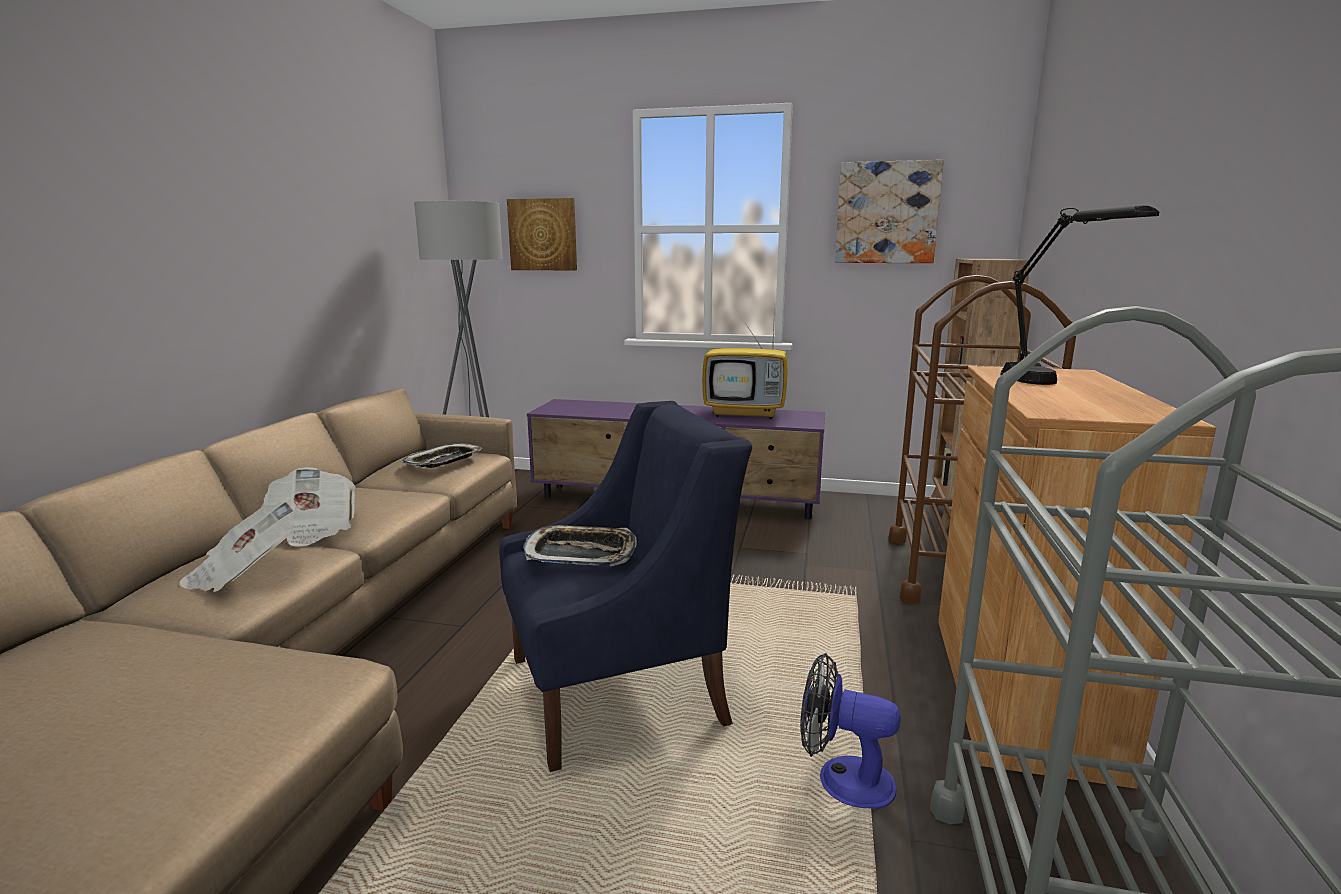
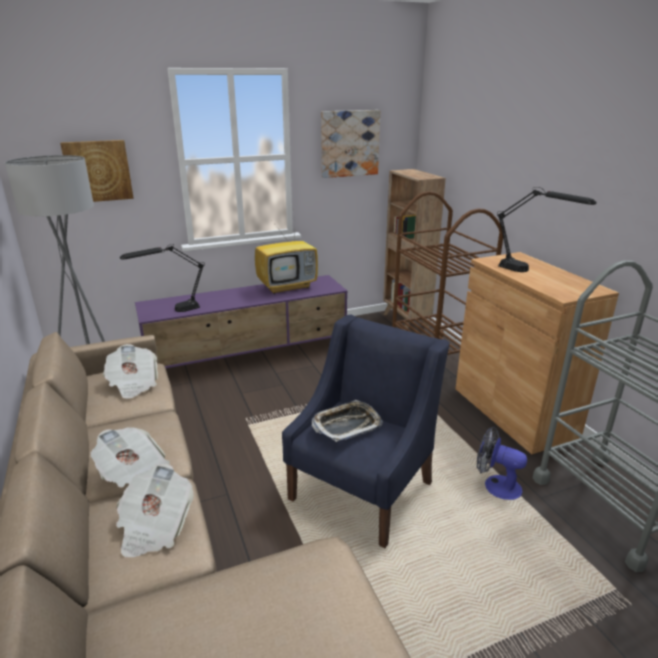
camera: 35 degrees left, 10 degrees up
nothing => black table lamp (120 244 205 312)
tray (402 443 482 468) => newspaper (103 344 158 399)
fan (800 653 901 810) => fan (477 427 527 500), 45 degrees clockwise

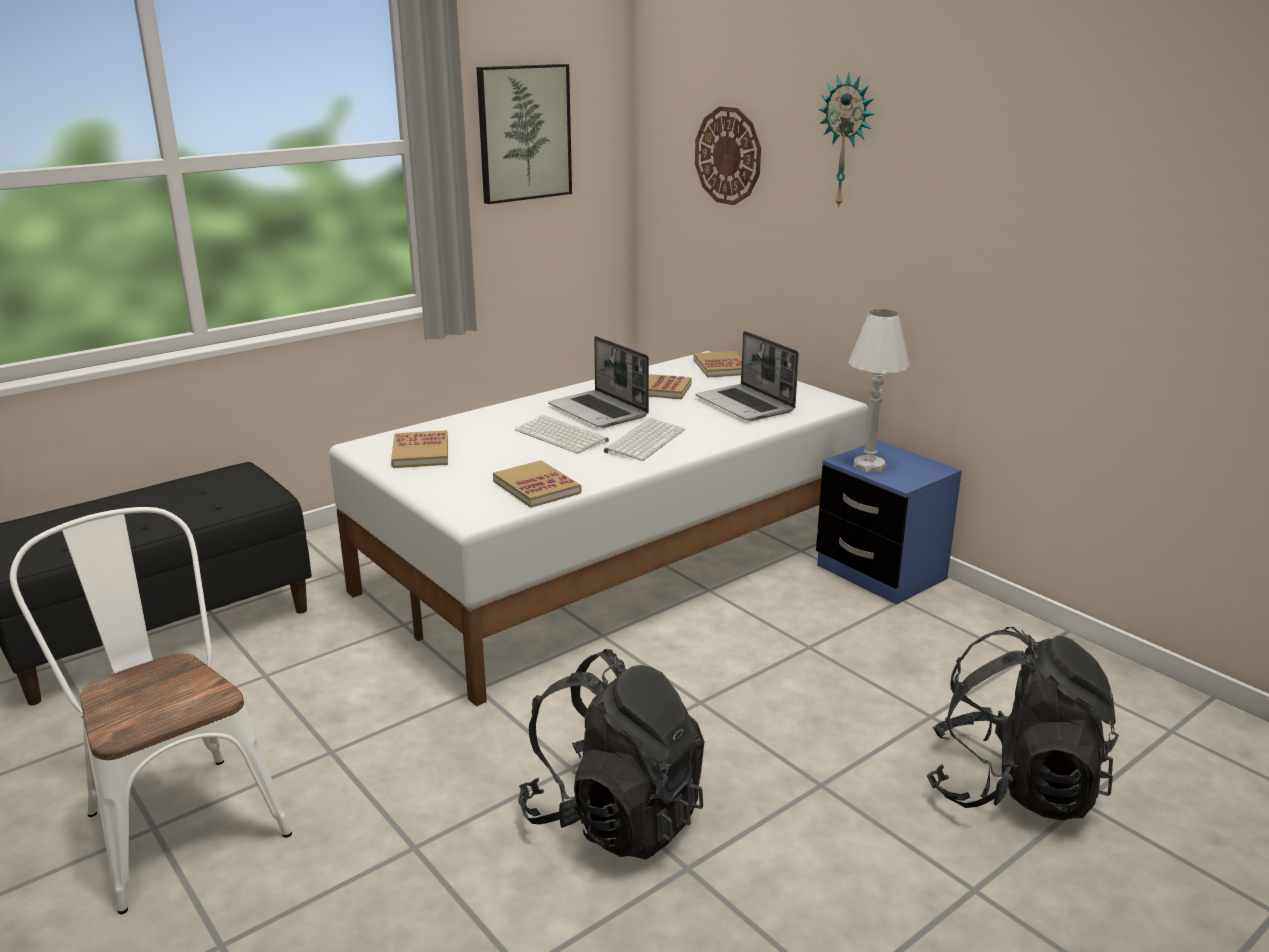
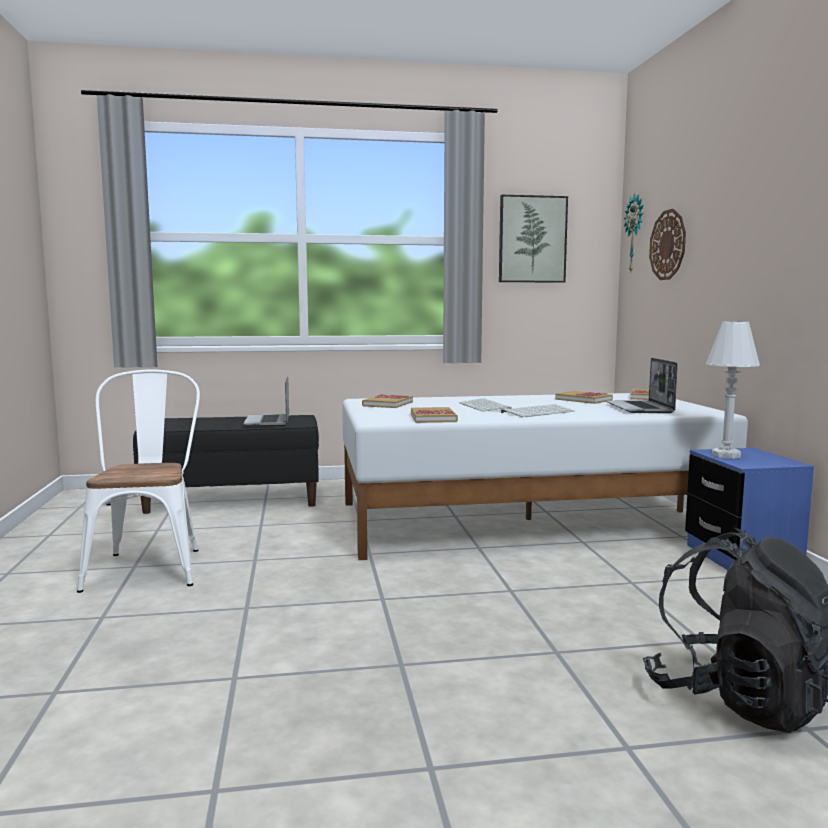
camera: 30 degrees right, 15 degrees down
black backpack (518 649 704 859) => nothing
laptop (548 336 649 428) => laptop (243 376 289 427), move
wall clock (818 73 875 209) => wall clock (624 194 644 272), move

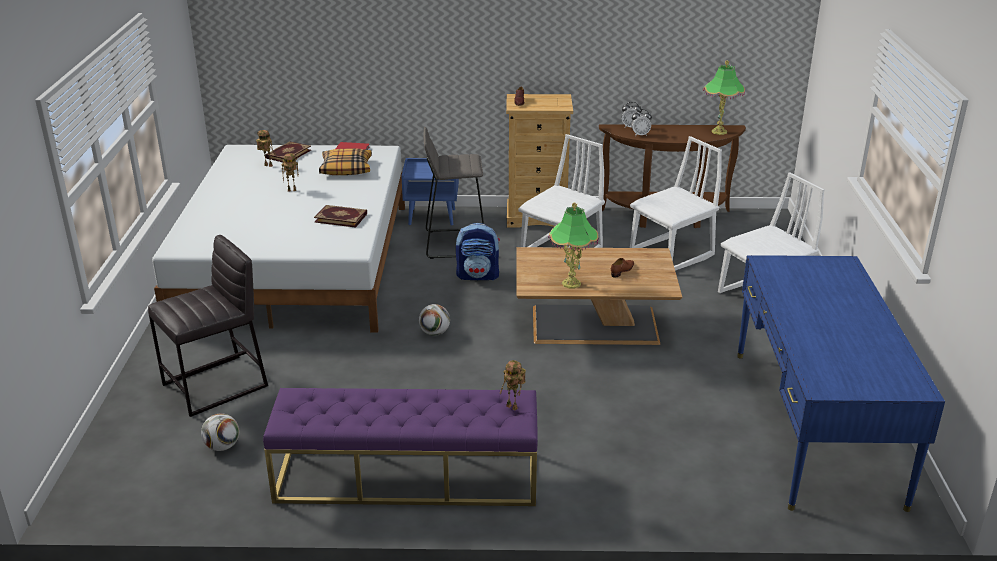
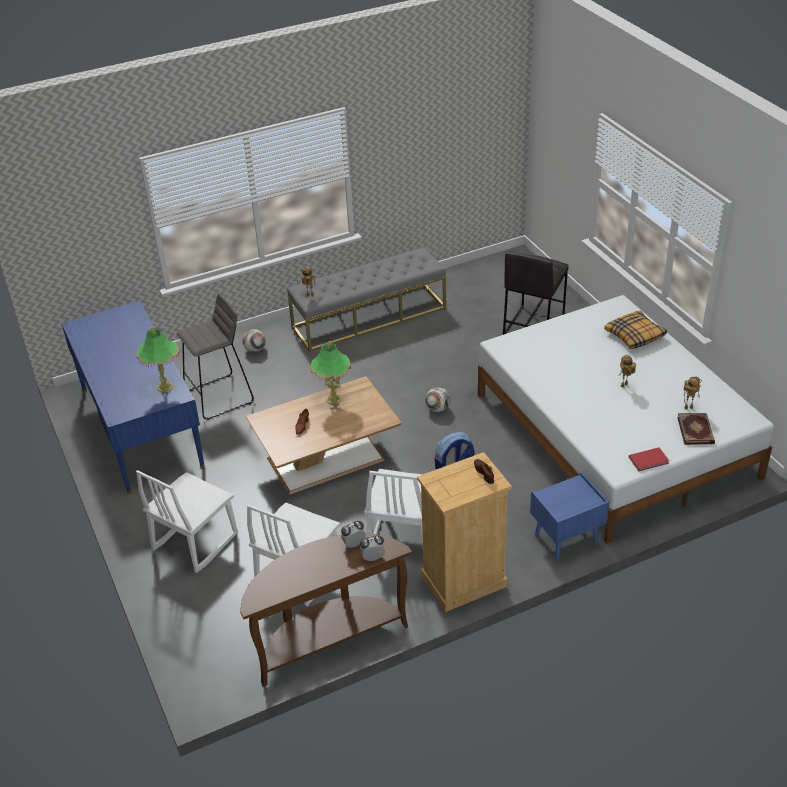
camera: 155 degrees right, 10 degrees up
book (314 205 367 228) => nothing
football (201 413 239 451) => football (243 329 266 352), move
pillow (319 149 372 175) => pillow (604 311 667 349), move
grey stool (423 127 484 259) => grey stool (177 293 254 420), move
table lamp (703 60 745 135) => table lamp (137 327 179 393), move
purple bench (263 388 538 506) => grey bench (287 247 446 352)

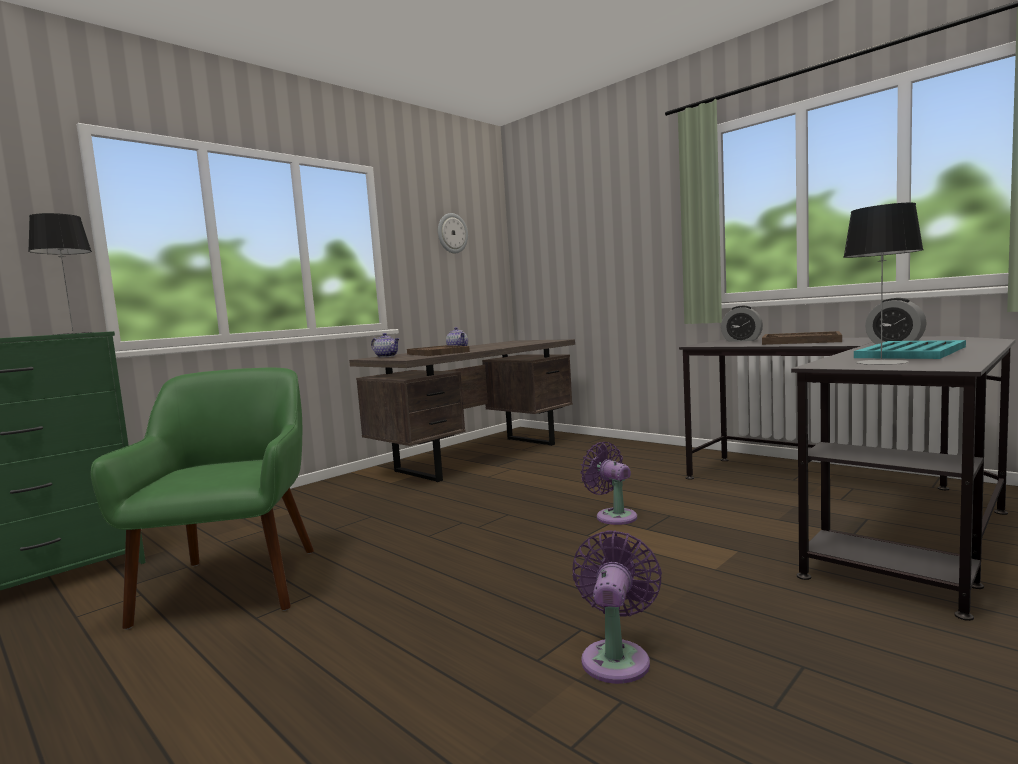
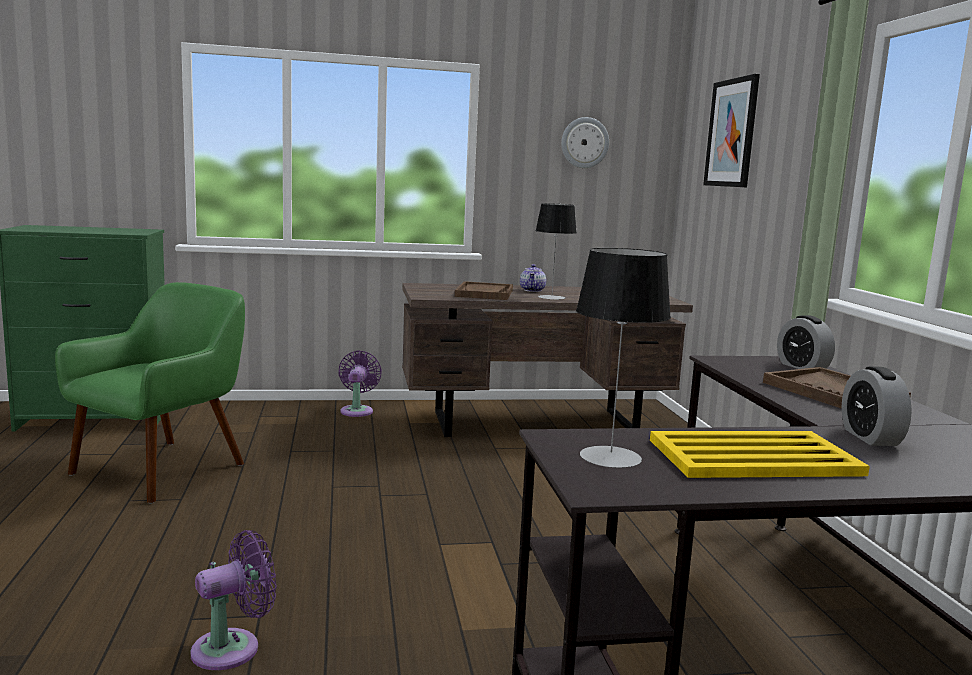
camera: 35 degrees right, 5 degrees up
teapot (371 333 400 357) => nothing
nothing => picture (703 74 760 187)
table lamp (28 213 92 335) => table lamp (536 203 577 300), move
purple fan (580 442 637 525) => purple fan (339 350 382 417), move
turquoise tray (854 340 966 359) => yellow tray (650 431 870 478)

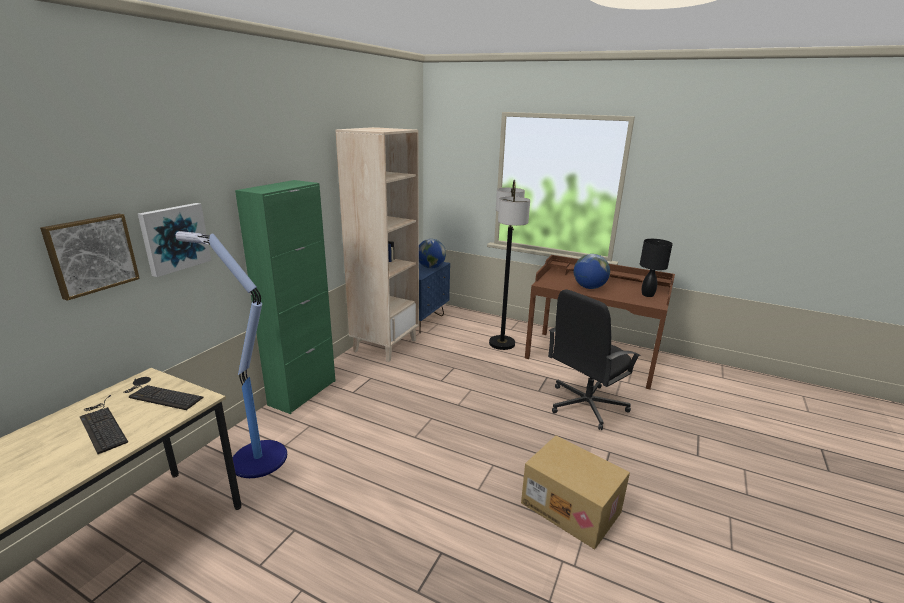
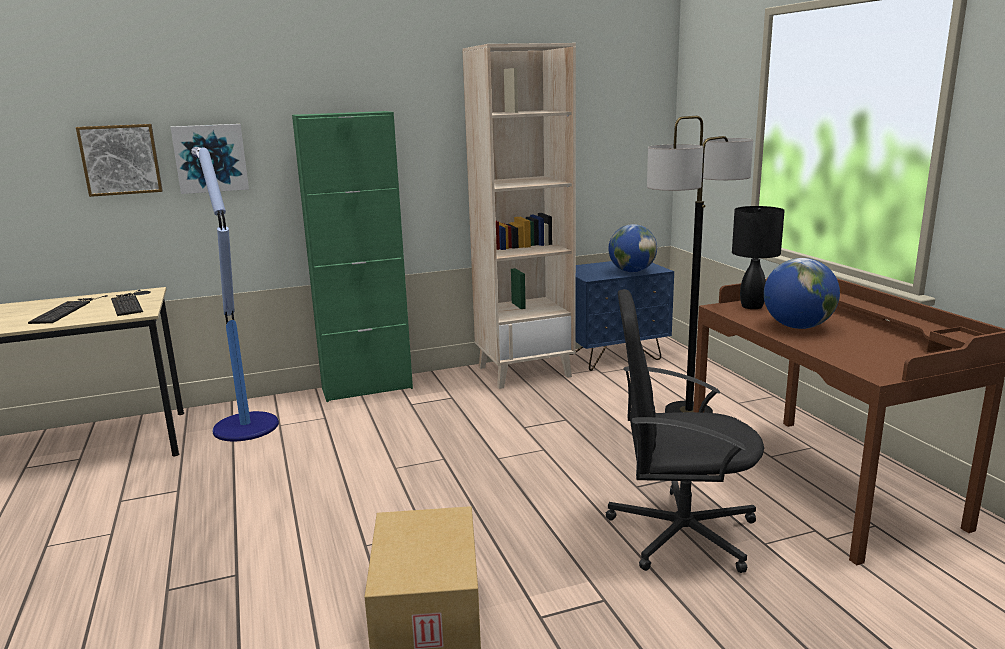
camera: 45 degrees right, 5 degrees down
black table lamp (640 239 673 297) => black table lamp (732 206 785 309), move

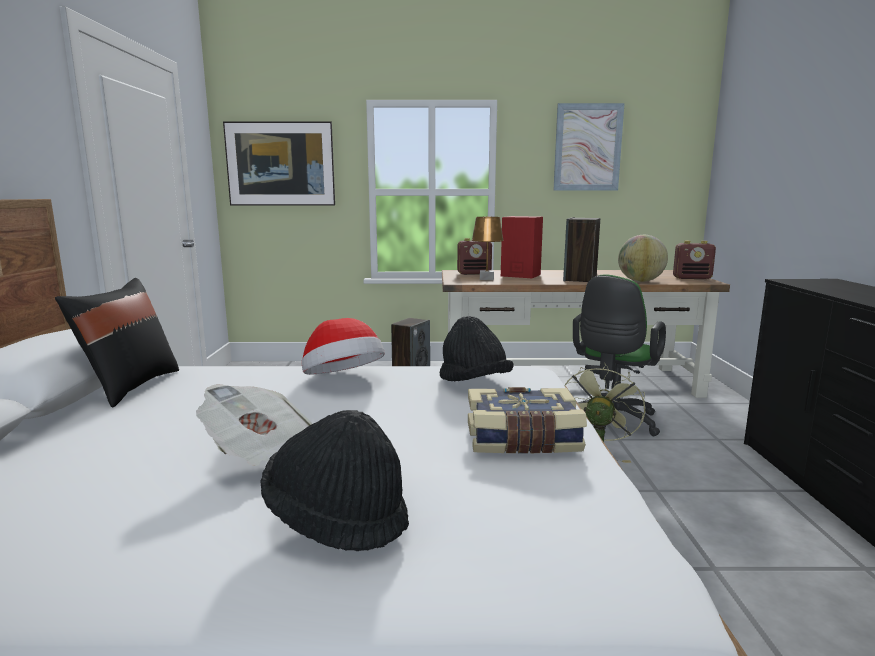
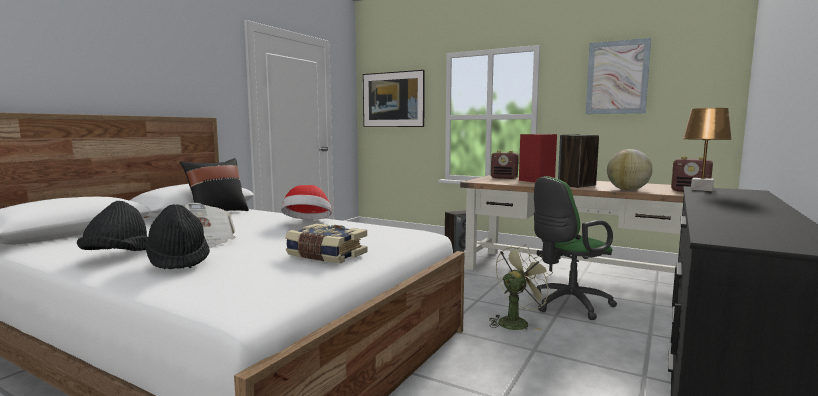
camera: 30 degrees right, 5 degrees down
black hat (440 316 514 381) => black hat (77 201 148 251), move
brown table lamp (472 217 504 280) => brown table lamp (683 108 732 191), move

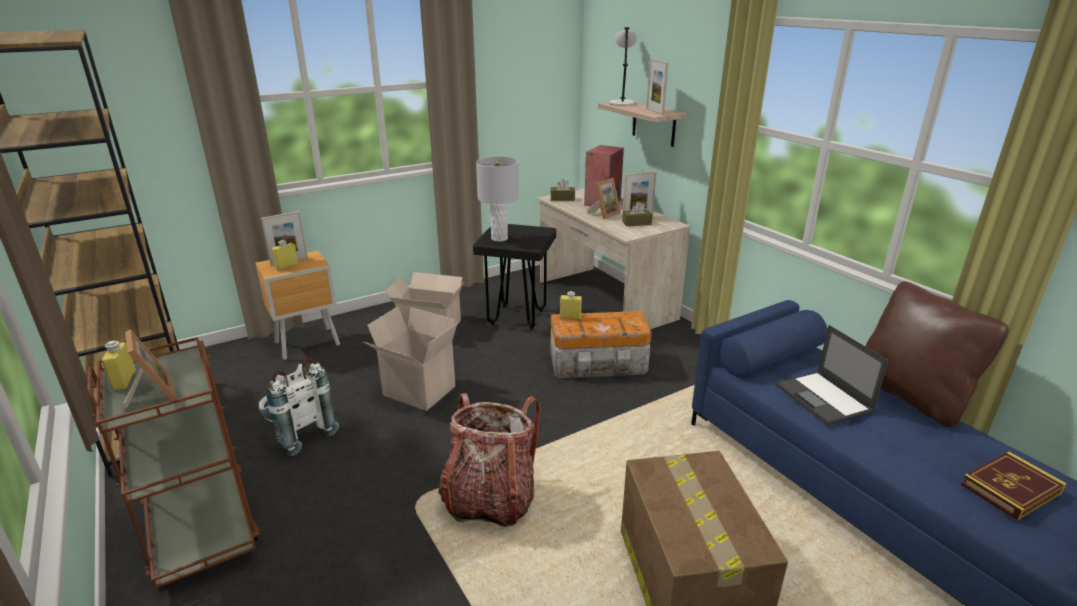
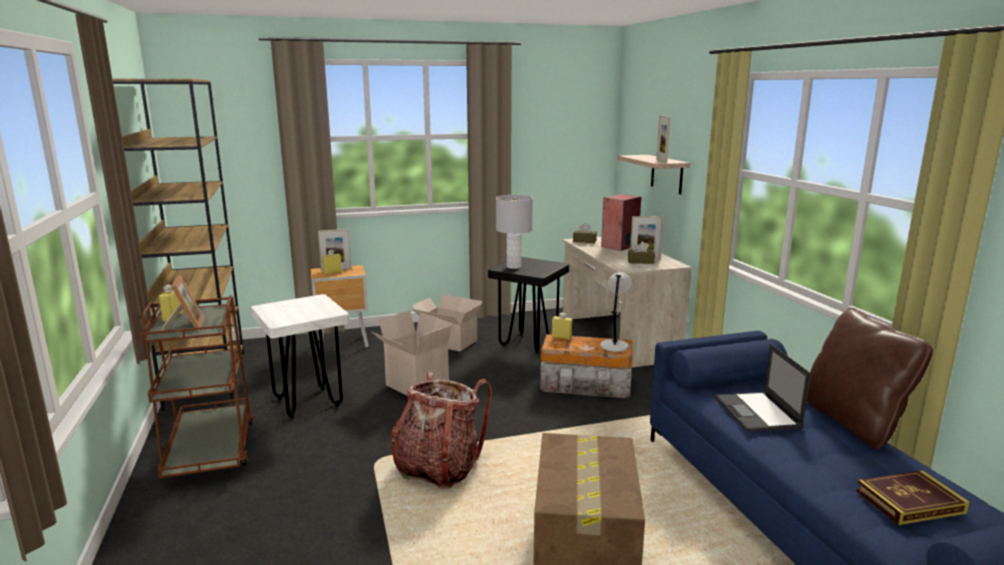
camera: 15 degrees right, 10 degrees down
picture frame (587 178 621 219) => nothing
grey table lamp (609 27 637 106) => grey table lamp (600 272 632 352), move
white backpack (258 358 339 456) => white stool (251 294 349 418)

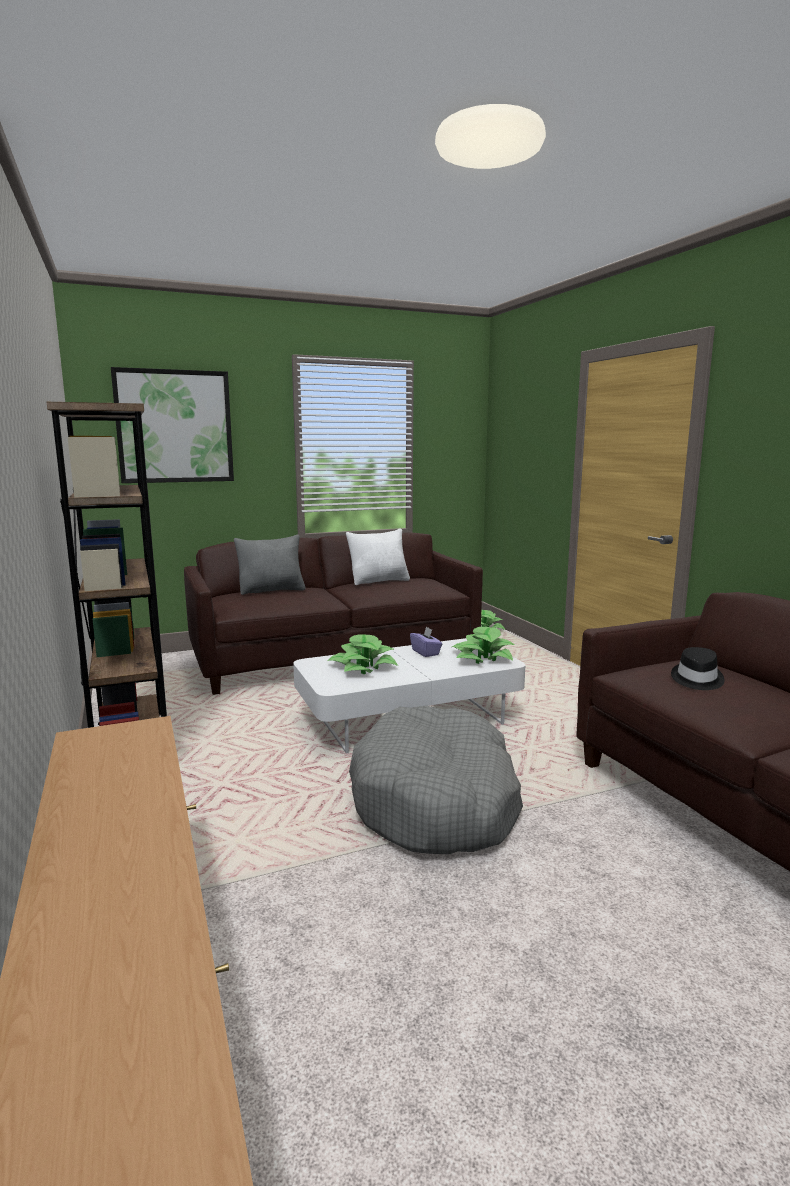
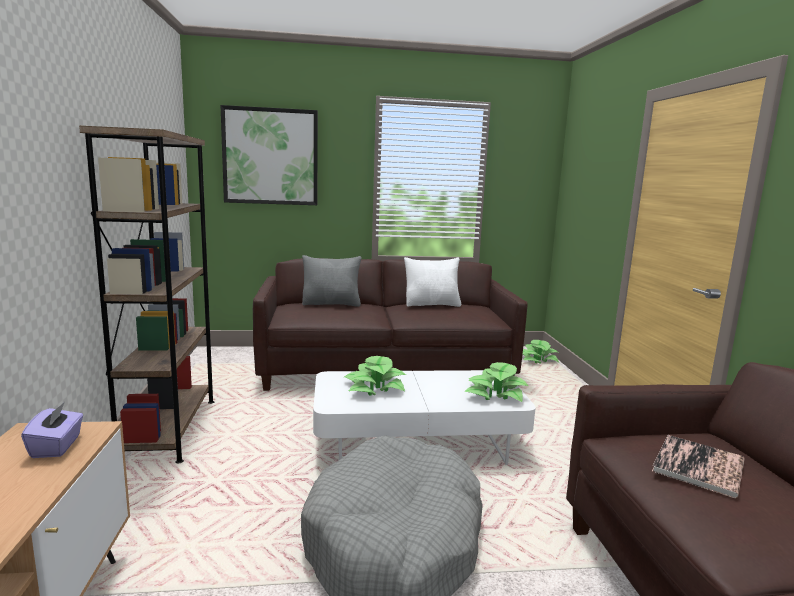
camera: 15 degrees right, 0 degrees up
purple tissue box (410 626 442 657) => purple tissue box (21 402 83 458), move
black hat (671 647 724 690) => book (652 435 745 498)

